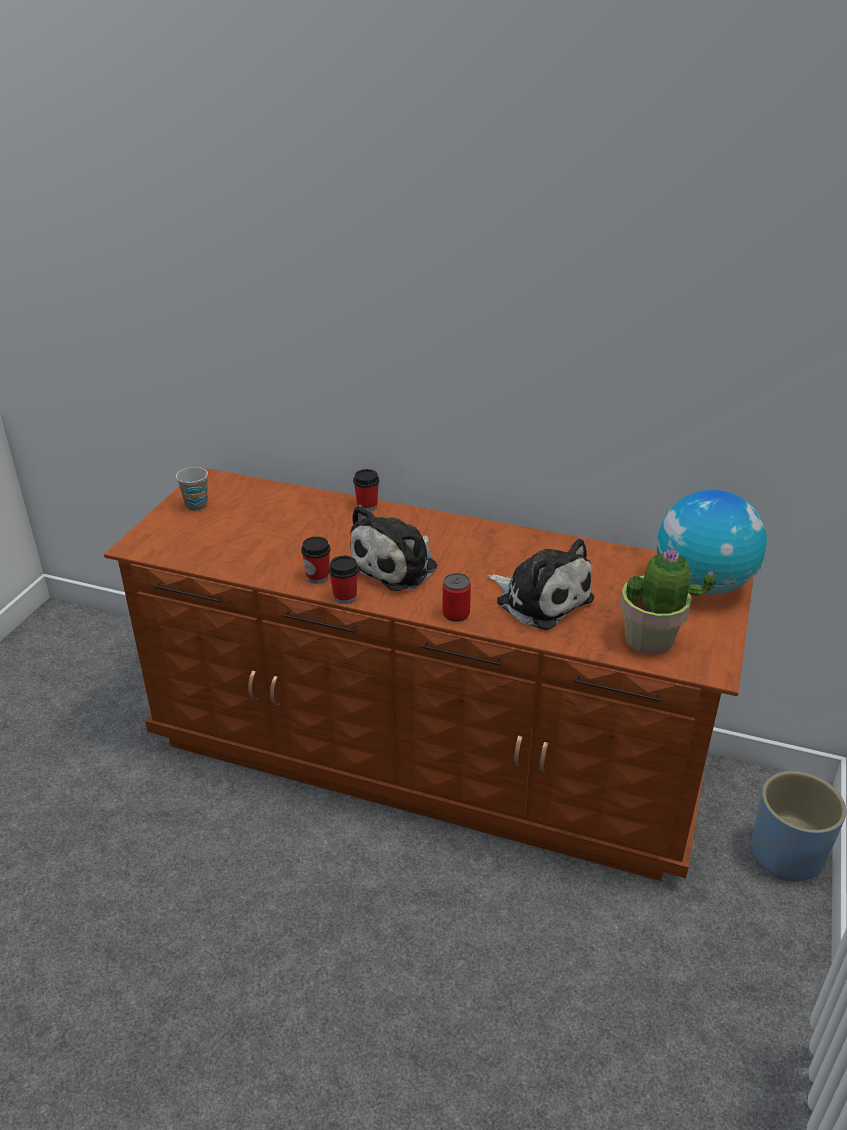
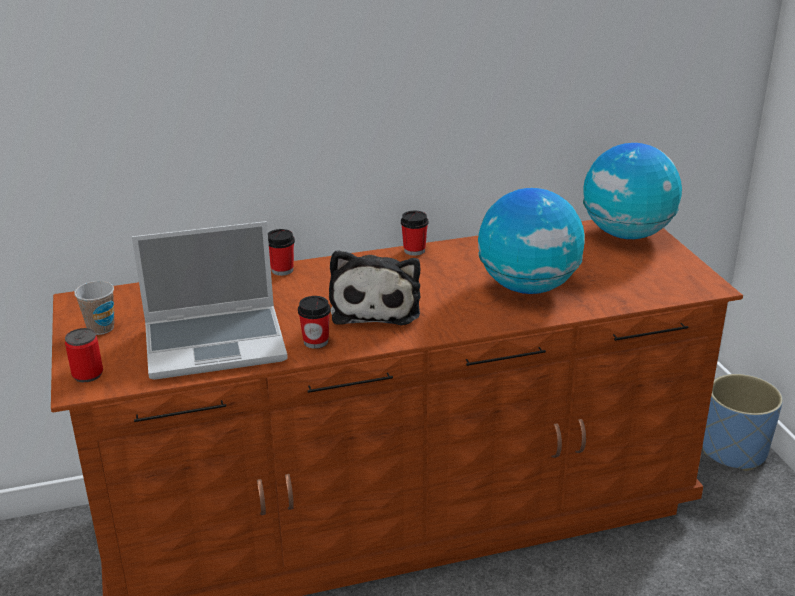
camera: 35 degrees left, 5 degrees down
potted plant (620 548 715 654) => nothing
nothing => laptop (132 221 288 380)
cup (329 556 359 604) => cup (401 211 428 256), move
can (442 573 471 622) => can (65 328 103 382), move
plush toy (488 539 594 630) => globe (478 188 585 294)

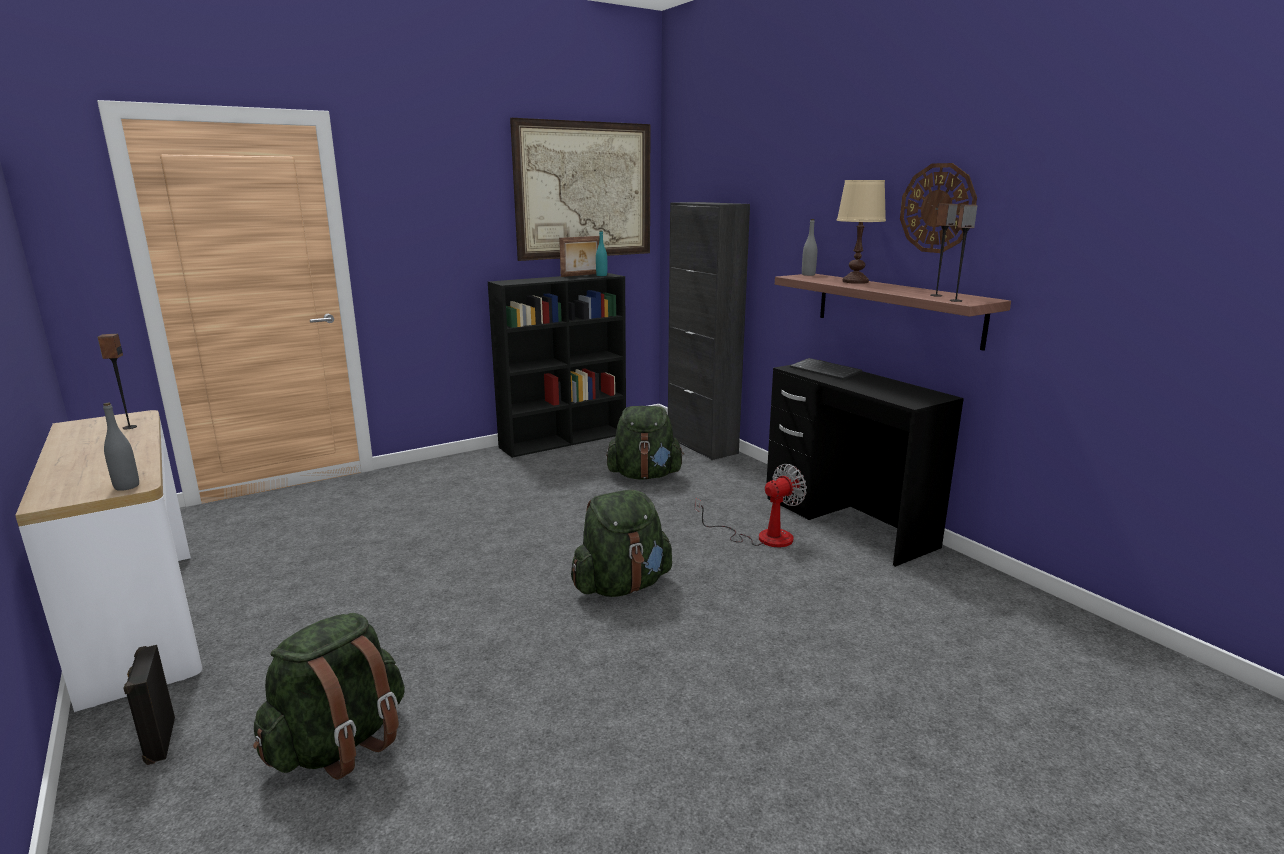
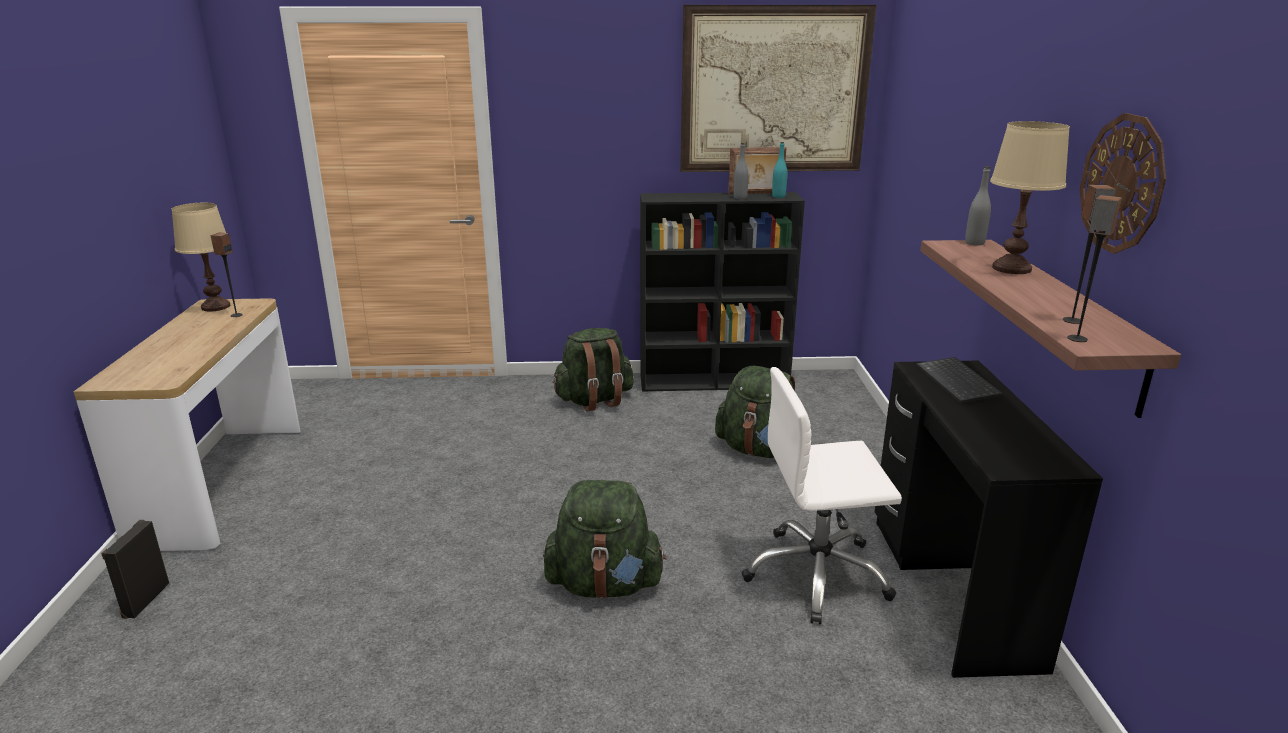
camera: 30 degrees right, 5 degrees up
black cabinet (668 202 750 460) => nothing
nothing => beige table lamp (171 203 230 311)
grey bottle (103 403 139 491) => grey bottle (734 143 749 199), move
green backpack (253 613 405 780) => green backpack (552 328 634 412), move
fan (695 464 807 547) => white office chair (742 367 902 624)

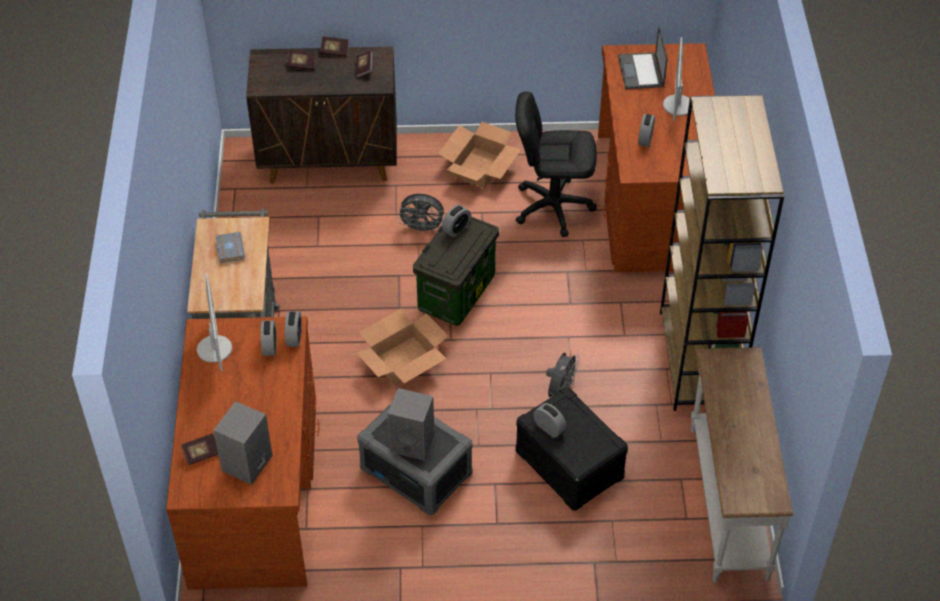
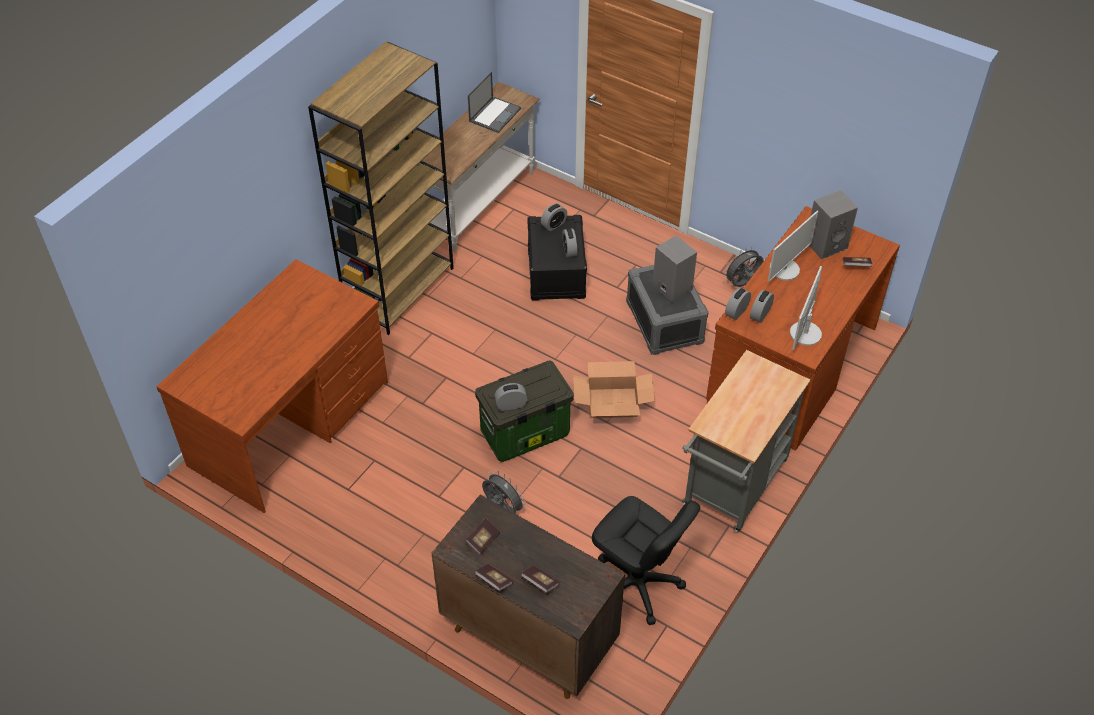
camera: 145 degrees left, 0 degrees up
grey book (216 232 245 263) => nothing
cardboard box (438 122 522 188) => nothing
black office chair (515 92 597 237) => black office chair (592 496 700 625), move
grey fan (546 353 580 397) => grey fan (723 247 764 287), move
laptop (618 26 667 89) => laptop (468 72 521 133), move
alarm clock (638 114 655 147) => alarm clock (541 203 567 231), move
monitor (663 37 693 121) => monitor (768 211 819 282), move

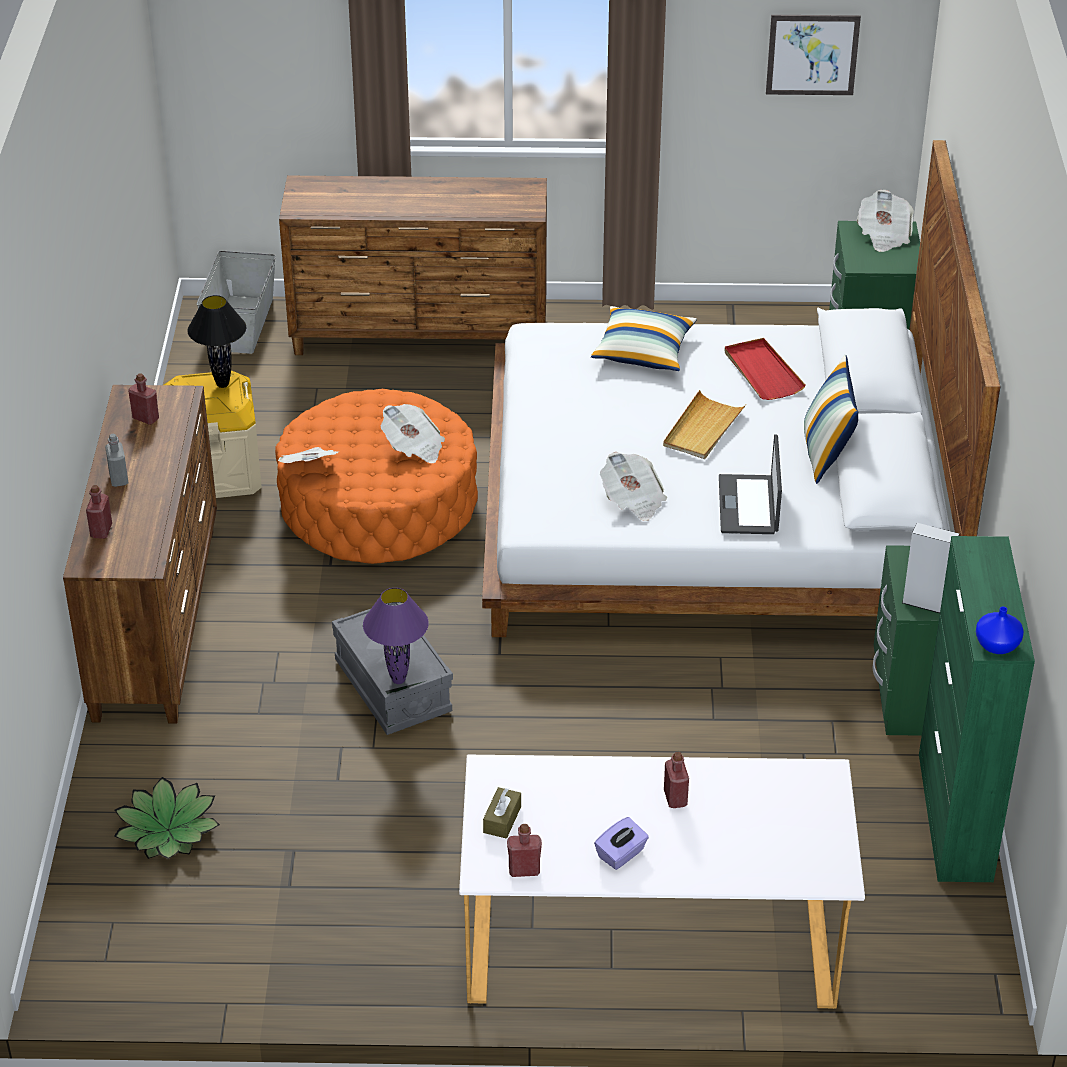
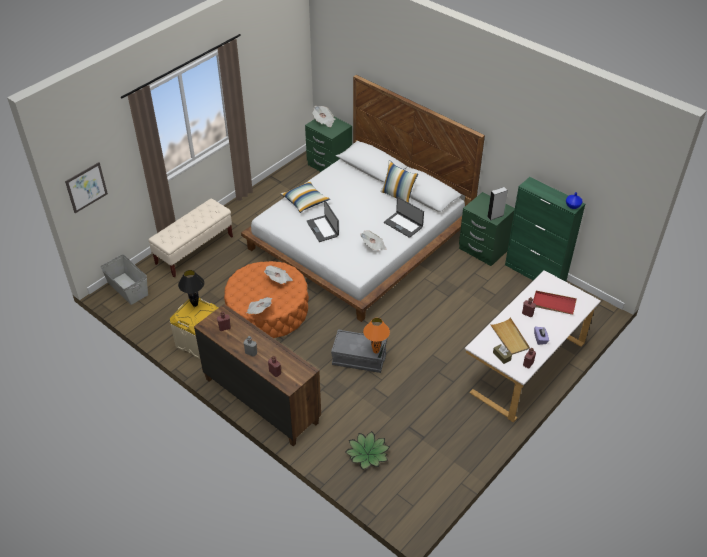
camera: 50 degrees left, 5 degrees up
nothing => laptop (307 200 339 242)
beige tray (663 390 746 459) => beige tray (490 317 530 355), move
red tray (724 338 805 400) => red tray (533 291 577 315), move
picture (766 15 861 95) => picture (65 162 108 213), move
brown dresser (279 176 547 355) => beige bench (148 199 233 277)
purple table lamp (363 588 429 684) => orange table lamp (363 318 390 354)

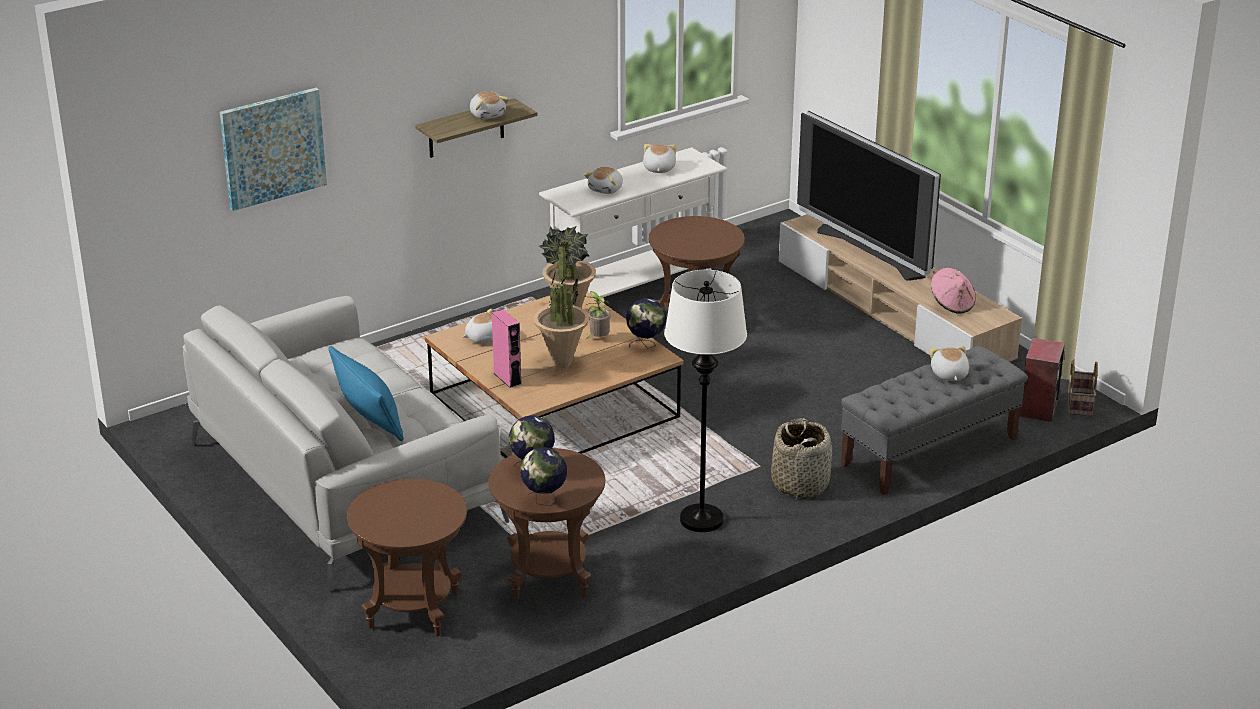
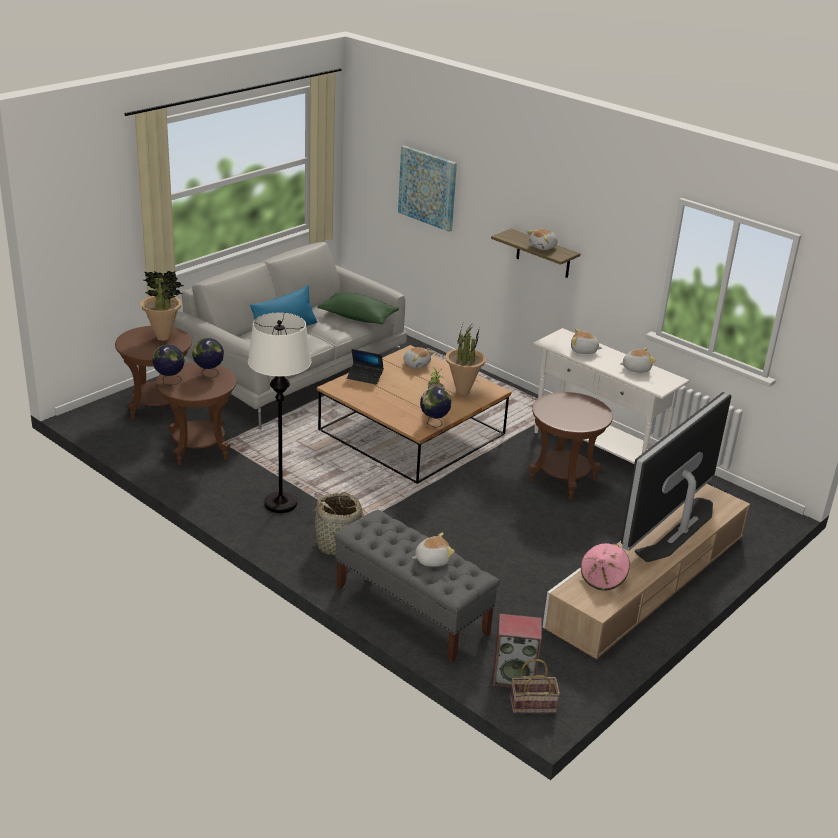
camera: 75 degrees right, 0 degrees up
nothing => green pillow (317 292 399 325)
potted plant (533 271 590 368) => potted plant (140 271 183 341), move
pink speaker (492 309 521 388) => laptop (347 349 384 385)

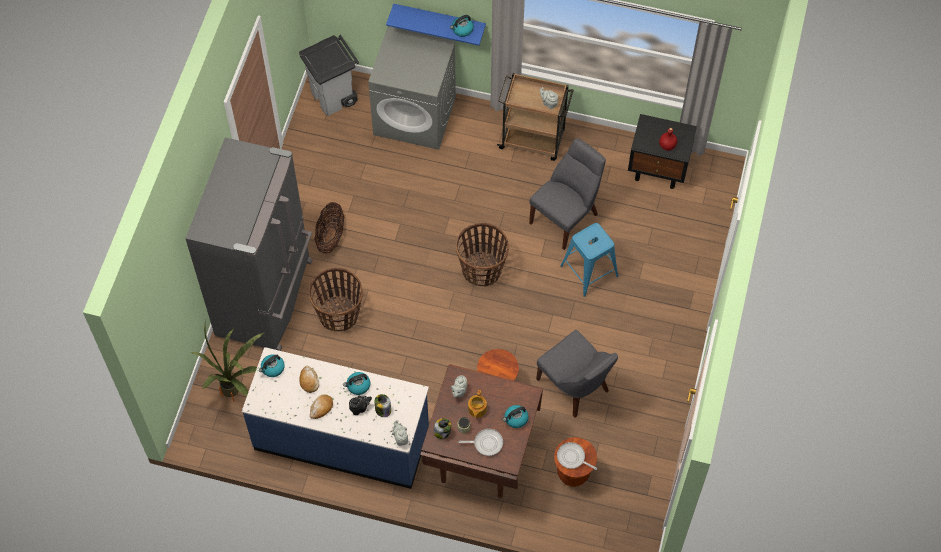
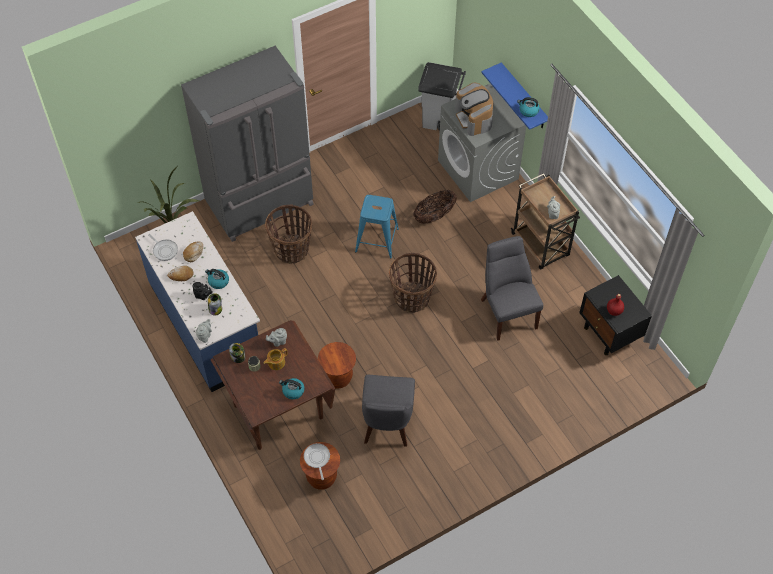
camera: 45 degrees right, 5 degrees down
kettle (259 355 285 377) => nothing
nothing => coffee machine (455 83 493 136)
basket (314 202 345 254) => basket (413 190 457 224), move
frying pan (459 429 503 456) => frying pan (148 234 178 261), move
blue stool (560 223 618 297) => blue stool (355 195 399 258), move
grey chair (529 138 606 250) => grey chair (481 236 543 341), 105 degrees counterclockwise

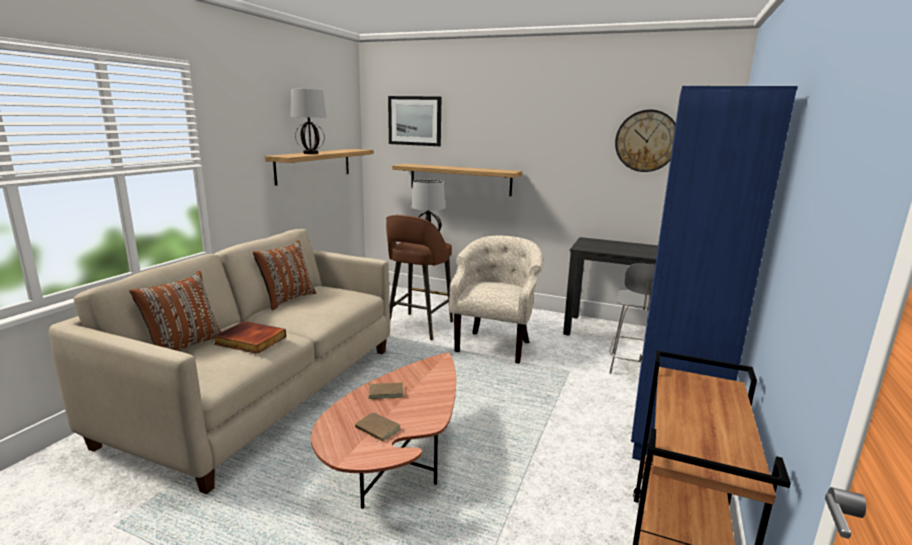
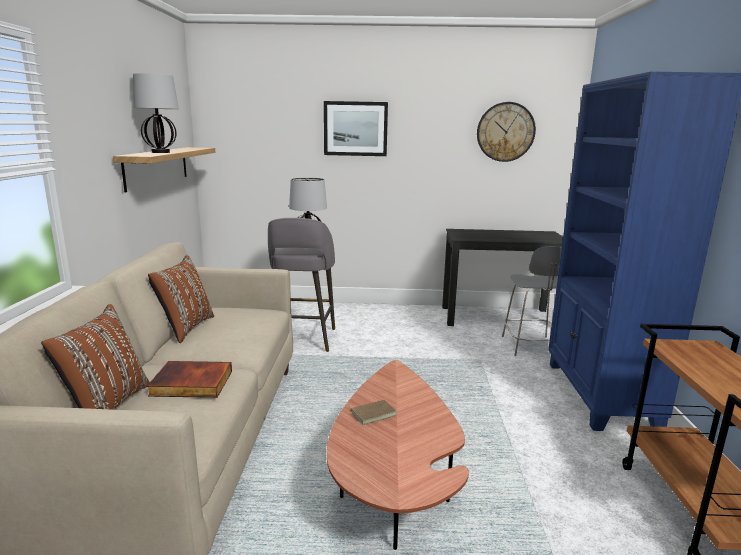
camera: 20 degrees left, 0 degrees up
brown book (355 412 401 442) => nothing
shelf (392 164 522 196) => nothing
beige armchair (449 236 543 364) => nothing
picture (388 96 441 146) => picture (324 101 388 156), move
brown stool (386 215 453 341) => grey stool (268 218 335 352)

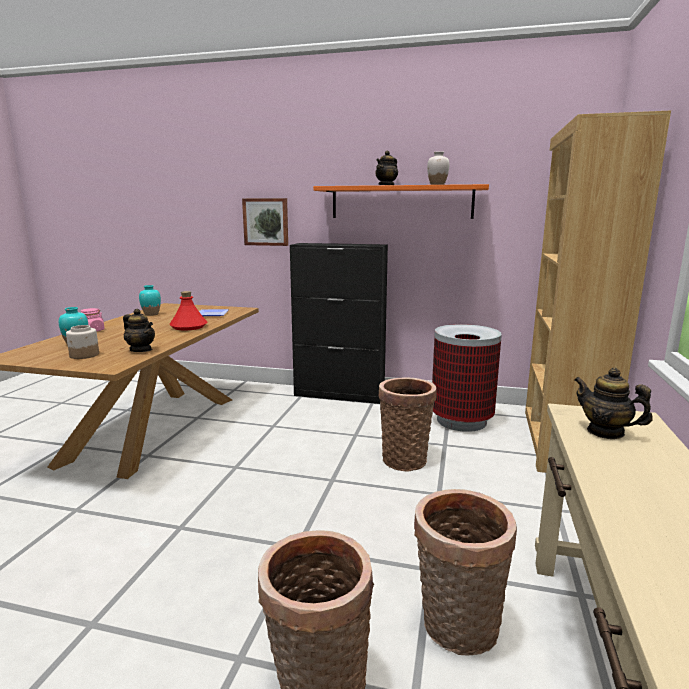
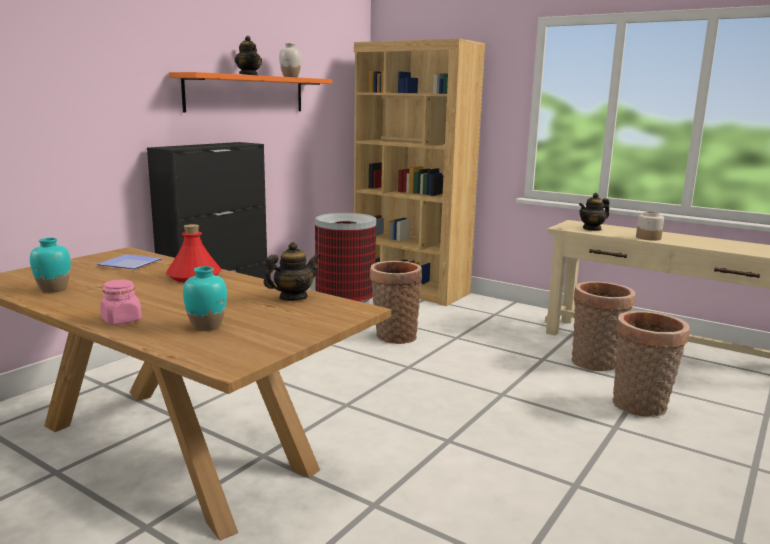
camera: 70 degrees left, 0 degrees up
picture (242 198 288 246) => nothing
jar (66 325 99 359) => jar (636 211 664 241), move

